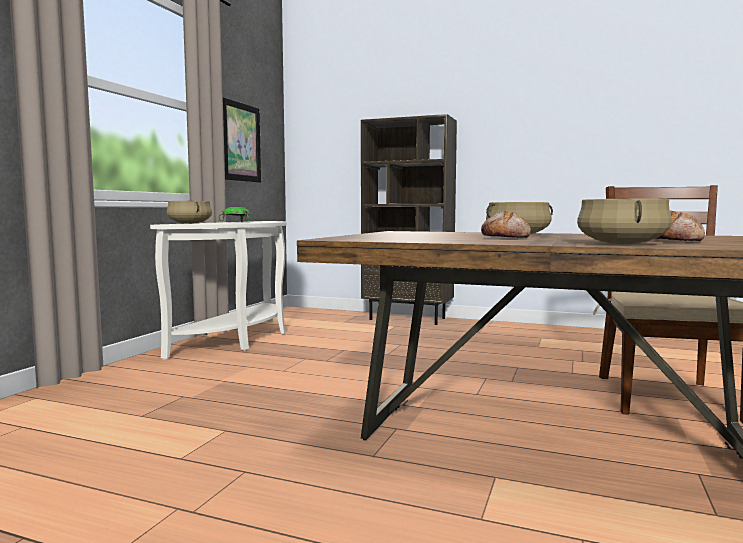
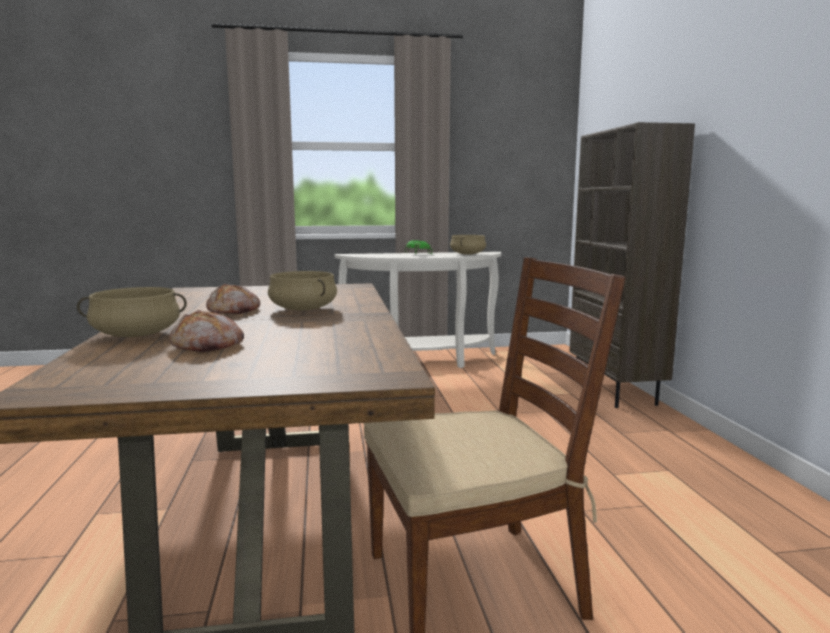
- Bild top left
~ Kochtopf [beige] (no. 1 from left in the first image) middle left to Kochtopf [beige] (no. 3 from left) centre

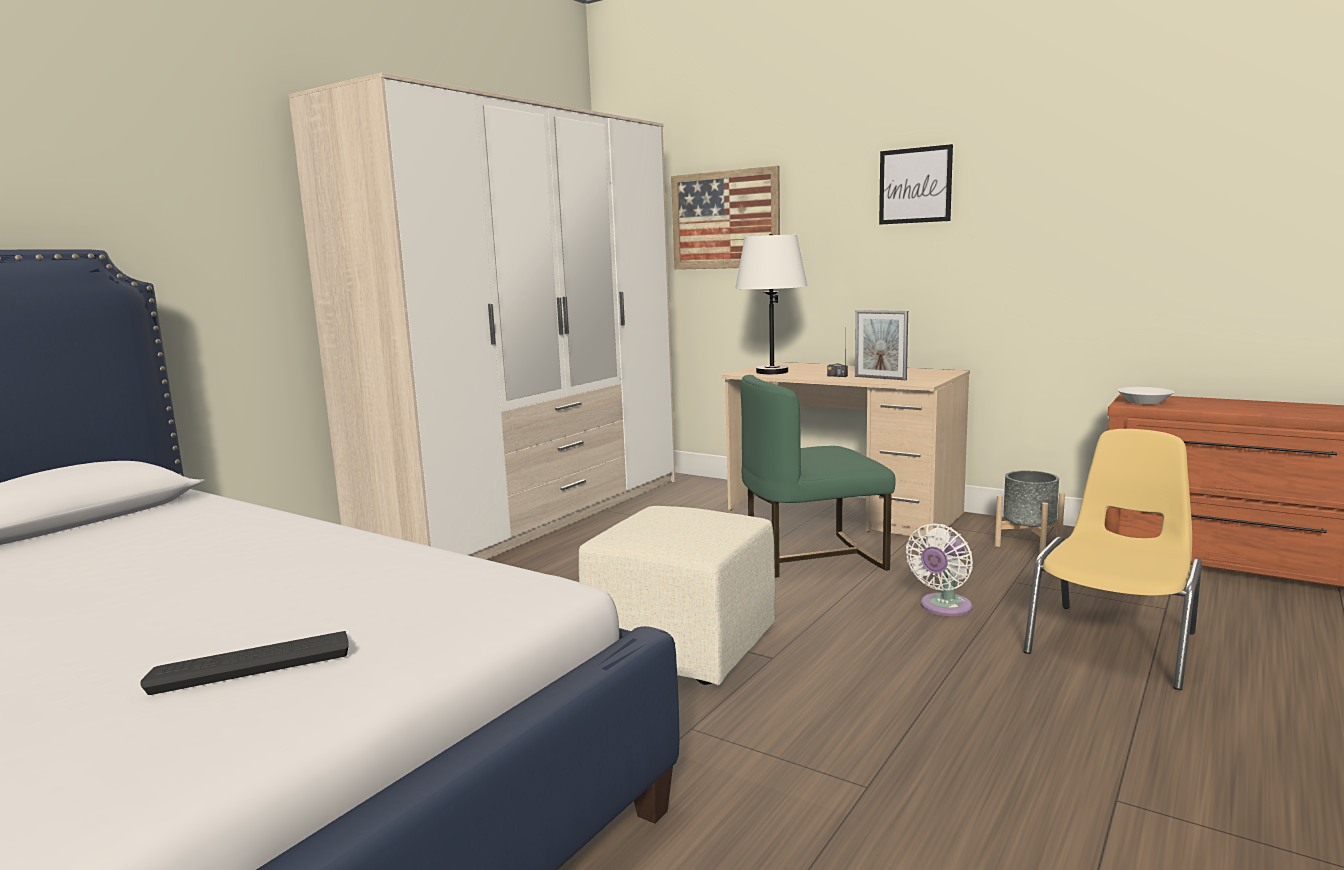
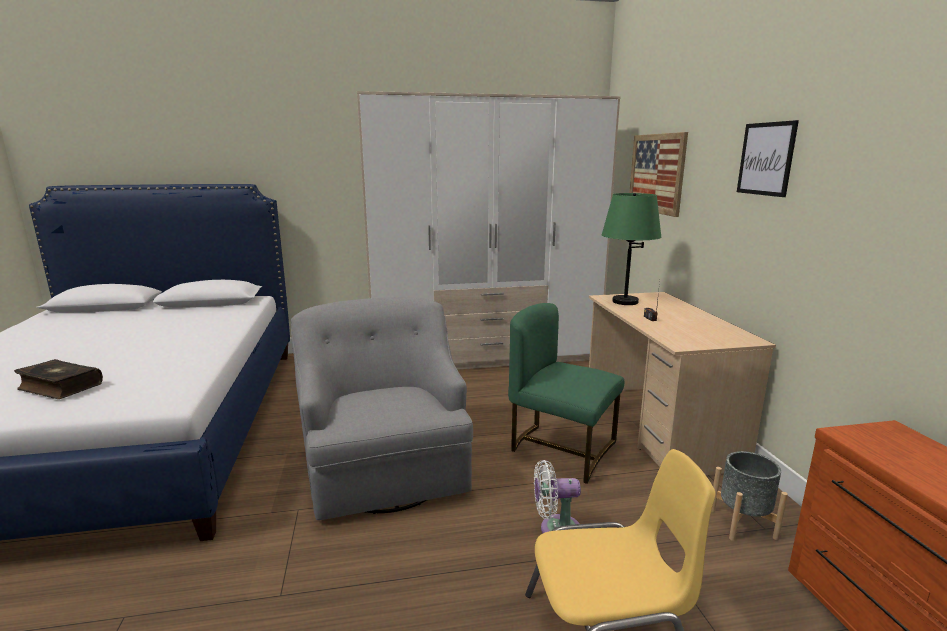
- Bilderrahmen centre
- Schüssel [weiß] middle right
~ Tastatur bottom left to Buch middle left
~ Polsterhocker [beige] bottom centre to Sessel [grau] centre
~ Tischlampe [weiß] centre to Tischlampe [grün] centre

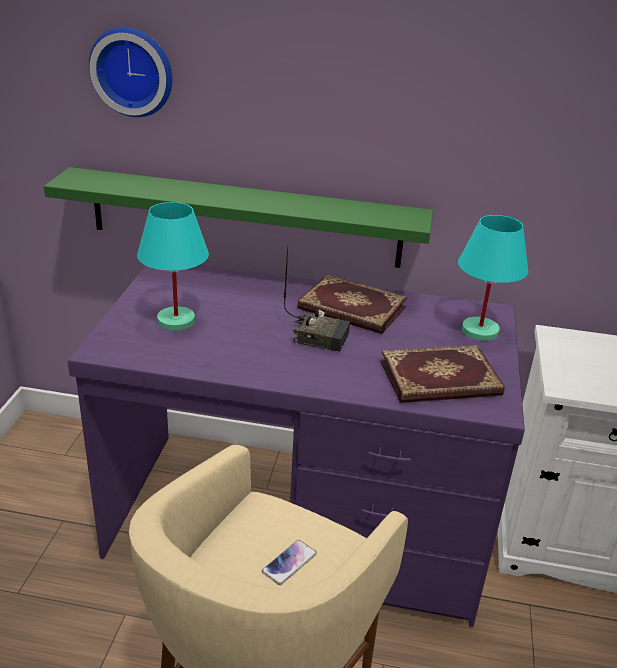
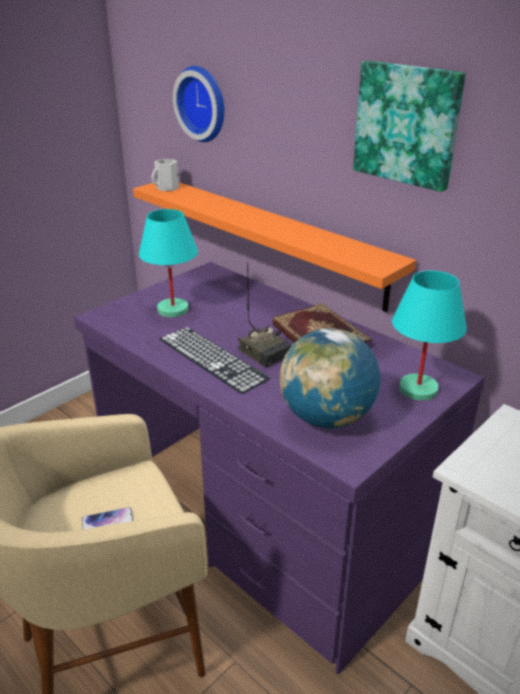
+ Henkelbecher [weiß] top left
+ Tastatur centre
+ Bild top right
~ Buch (no. 2 from left) middle right to Globus centre
~ Wandregal [grün] top centre to Wandregal [orange] centre

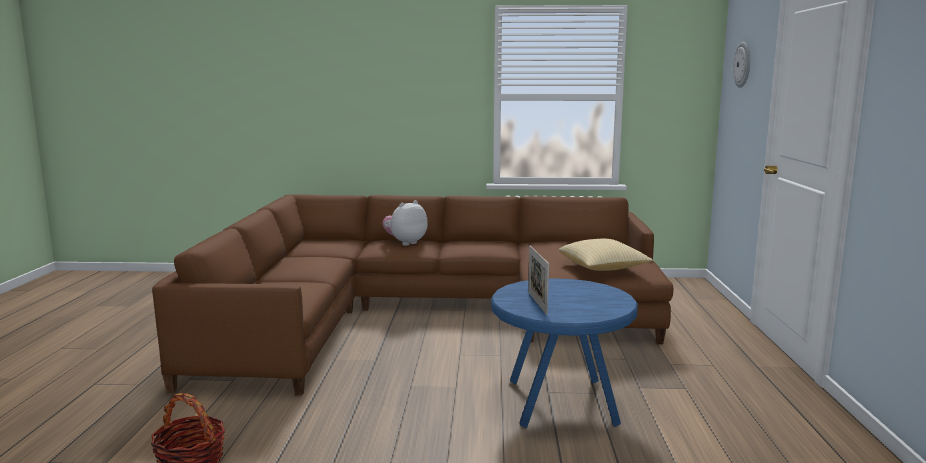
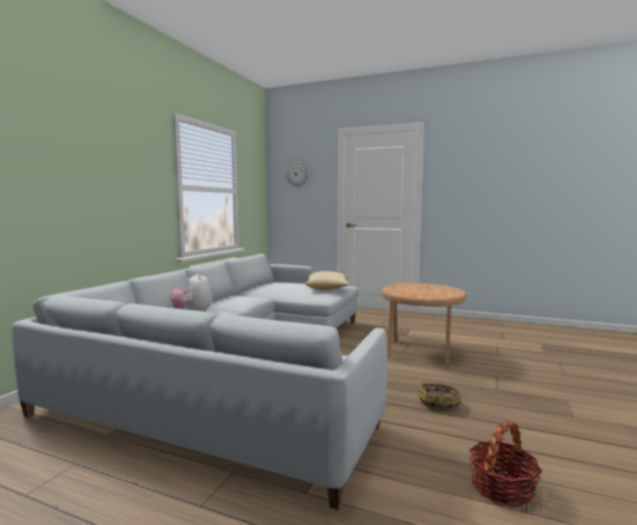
- Bilderrahmen centre
+ Korb (no. 1 from left) bottom right
~ Sofa [braun] centre to Sofa [grau] bottom left
~ Beistelltisch [blau] bottom centre to Beistelltisch [braun] centre

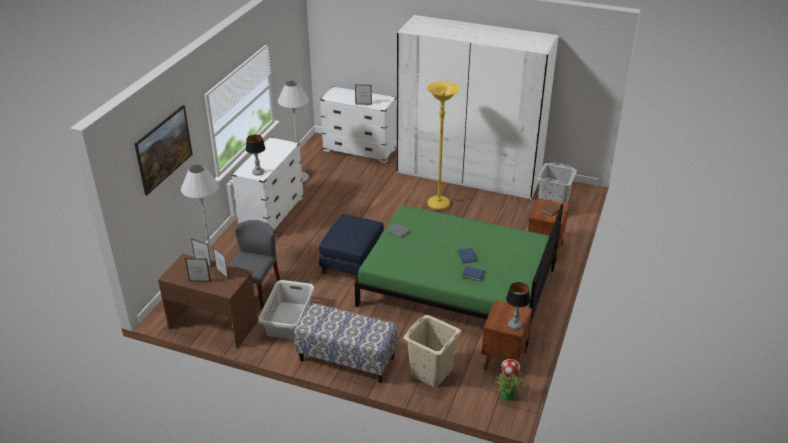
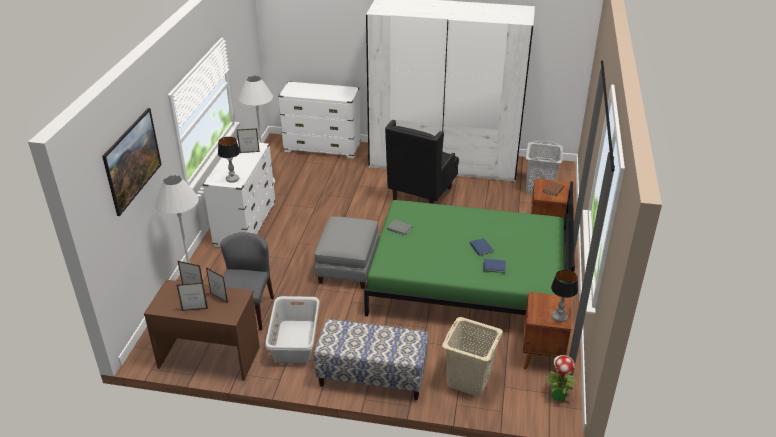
~ Bilderrahmen (no. 4 from left) top centre to top left
~ Stehlampe [gelb] top centre to Sessel [schwarz] centre
~ Polsterhocker [blau] centre to Polsterhocker [grau] centre

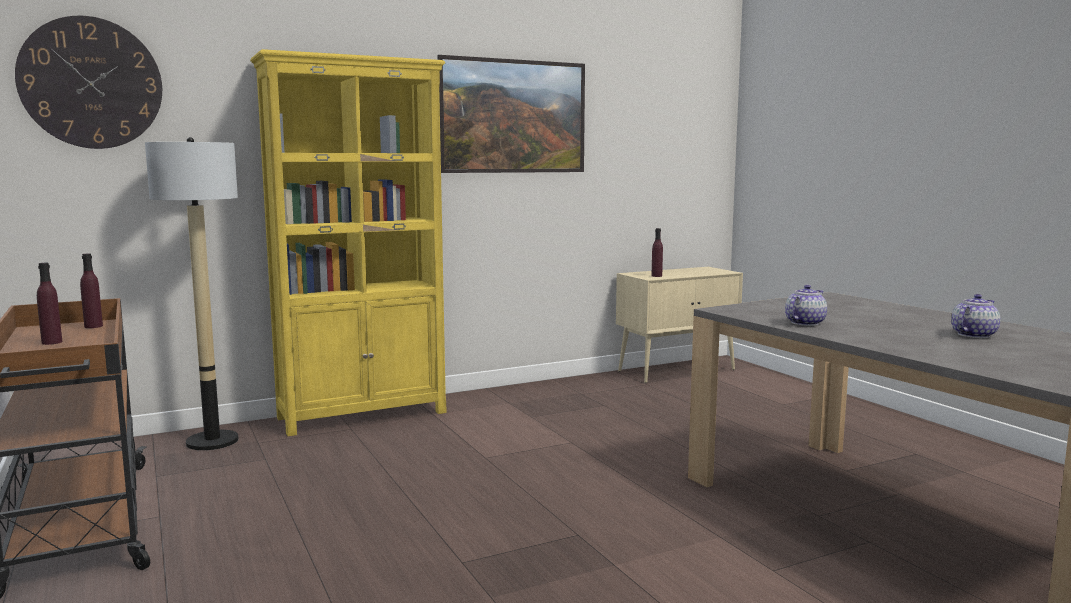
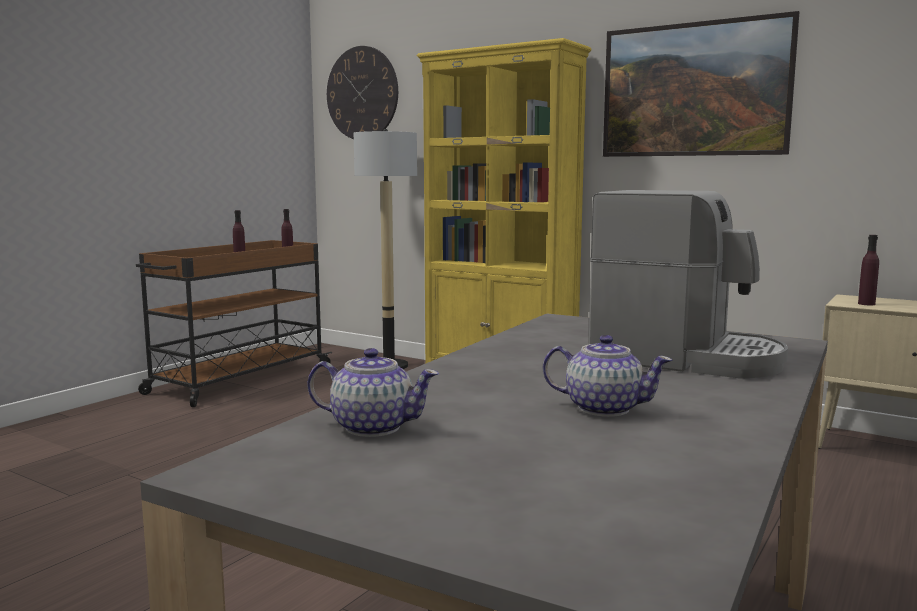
+ Kaffeemaschine middle right
~ Teekanne (no. 1 from left) middle right to centre

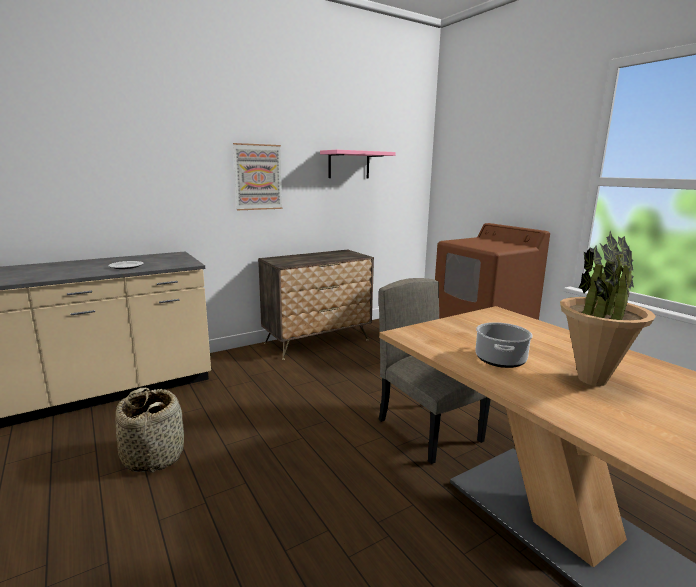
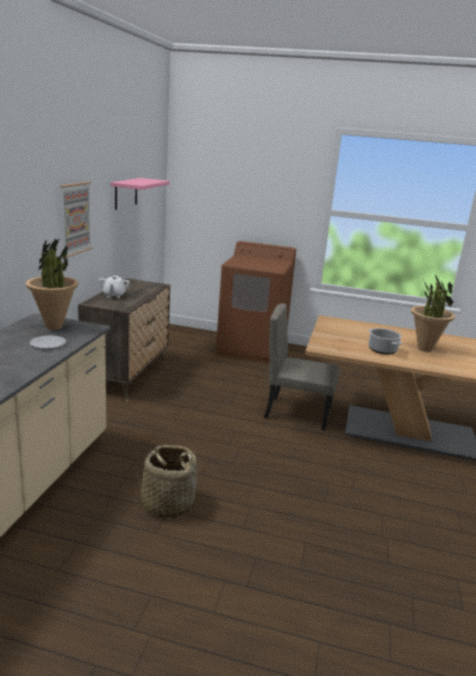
+ Topfpflanze (no. 1 from left) middle left
+ Teekanne [weiß] middle left

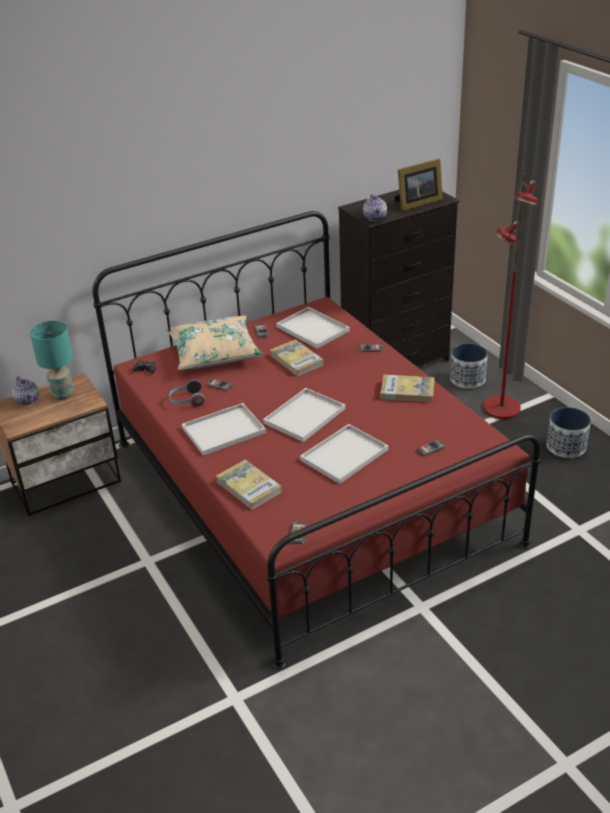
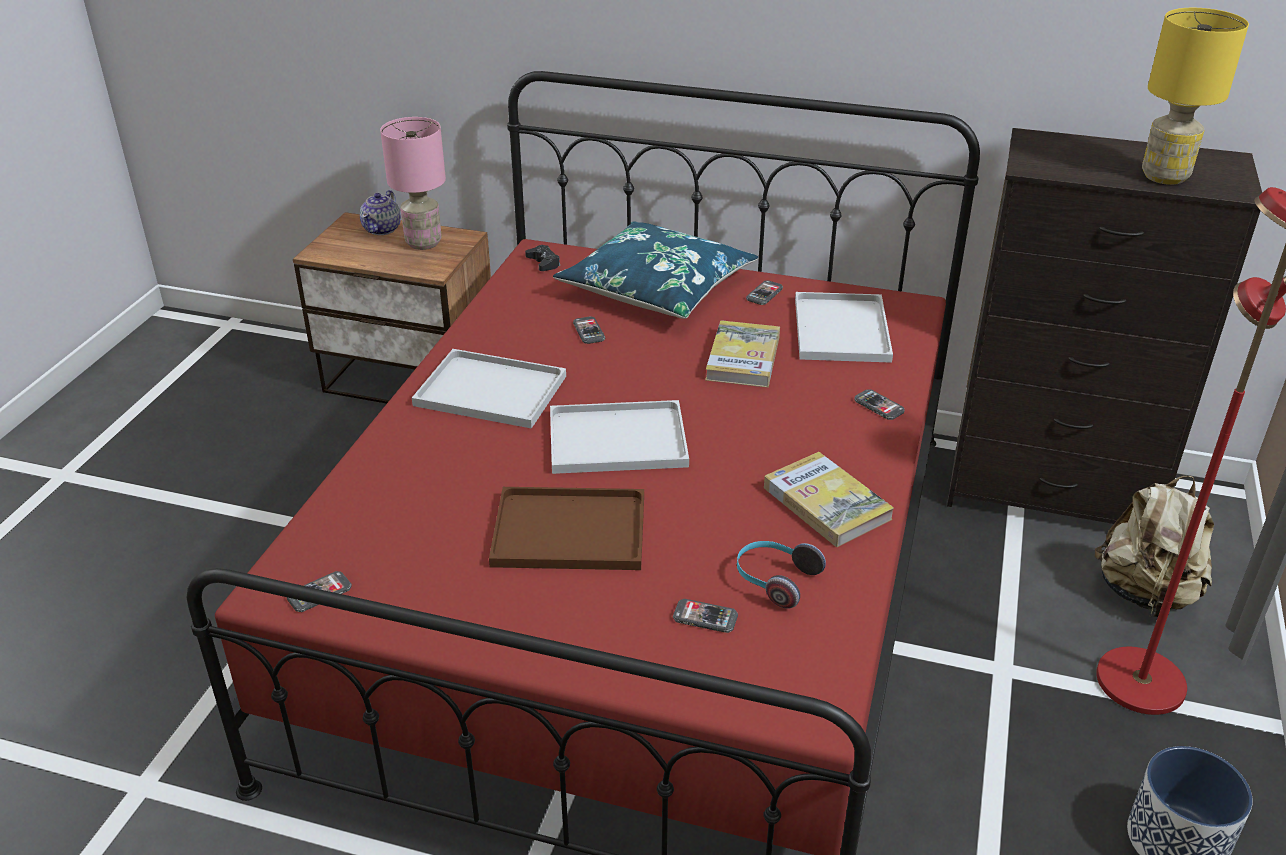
- Buch (no. 1 from left) centre
- Teekanne (no. 2 from left) top centre
~ Kopfhörer middle left to bottom centre
~ Bilderrahmen top right to Tischlampe [gelb] top right
~ Pflanzkübel (no. 1 from left) middle right to Rucksack [beige] middle right
~ Tischlampe [türkis] middle left to Tischlampe [rosa] top left
~ Kissen [beige] centre to Kissen [blau] top centre
~ Tablett [weiß] (no. 4 from left) centre to Tablett [braun] centre

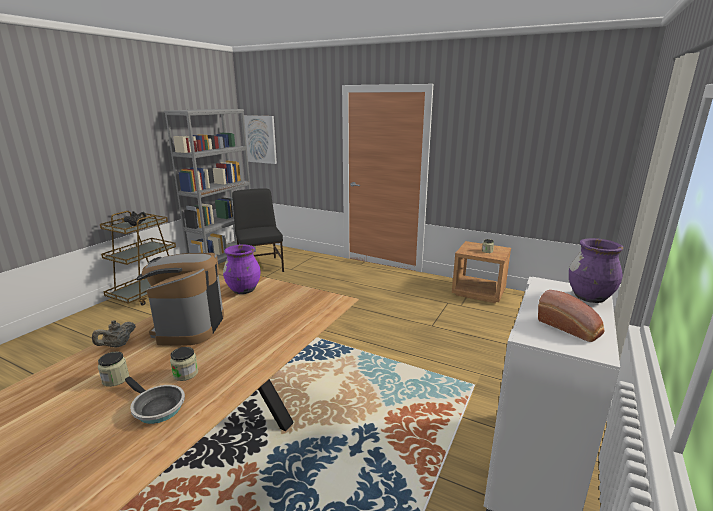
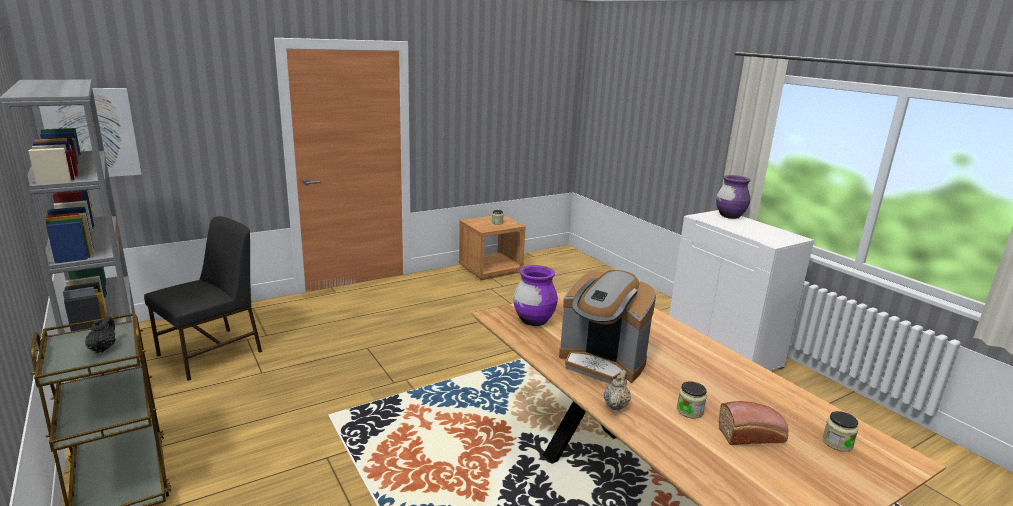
- Pfanne bottom left
~ Vorratsglas (no. 2 from left in the first image) bottom left to Vorratsglas (no. 3 from left) bottom right
~ Brot middle right to bottom right
~ Teekanne [beige] middle left = bottom centre 135 degrees counterclockwise
~ Stuhl [schwarz] centre = middle left 120 degrees clockwise

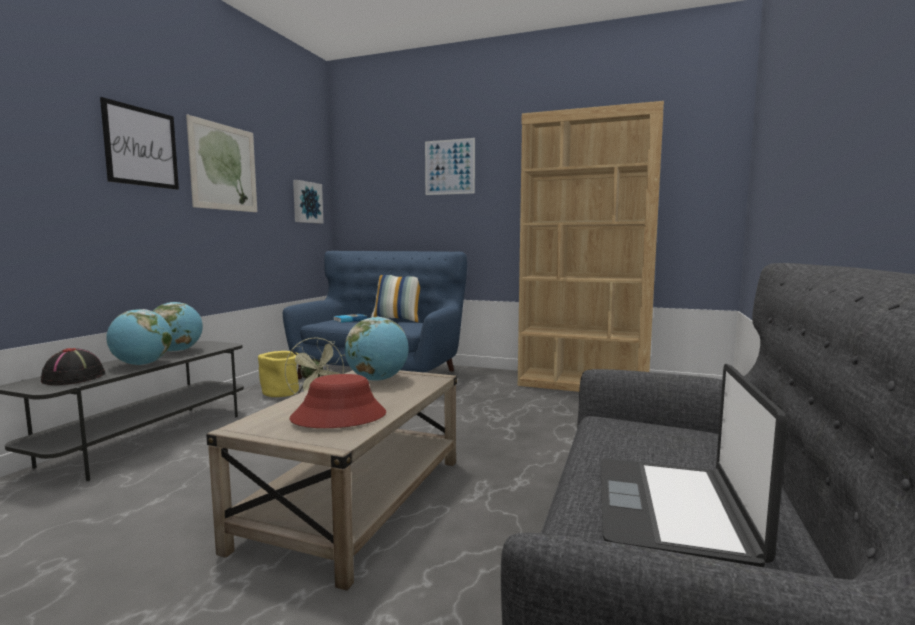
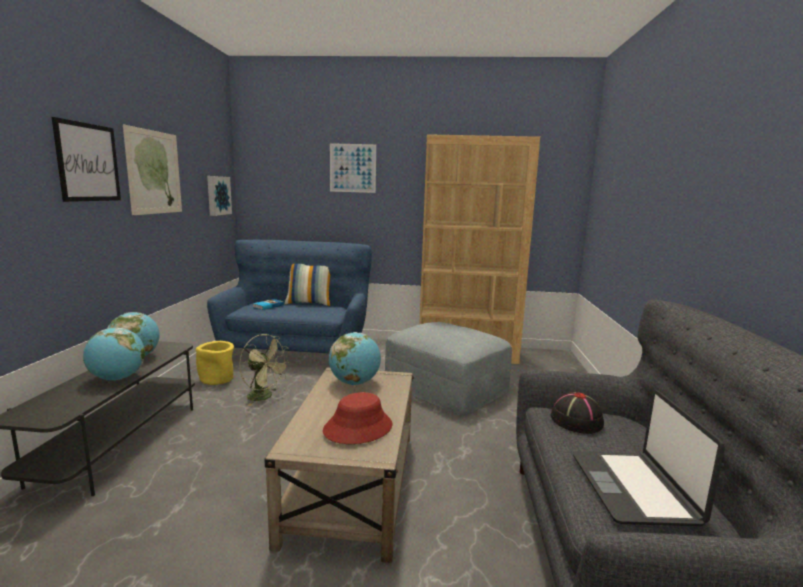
+ Polsterhocker [grau] centre
~ Hut [schwarz] middle left to bottom right

